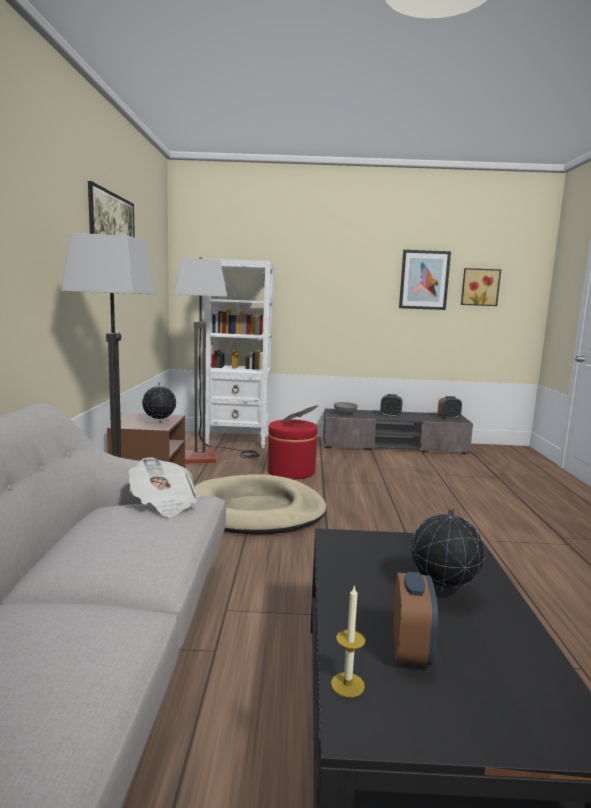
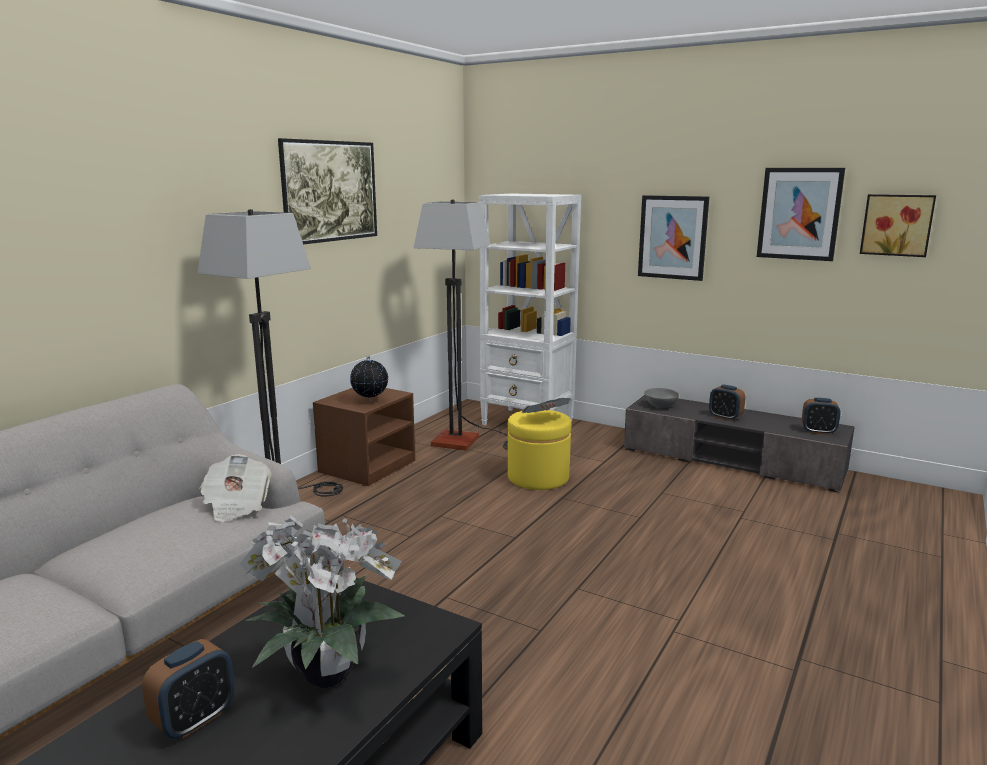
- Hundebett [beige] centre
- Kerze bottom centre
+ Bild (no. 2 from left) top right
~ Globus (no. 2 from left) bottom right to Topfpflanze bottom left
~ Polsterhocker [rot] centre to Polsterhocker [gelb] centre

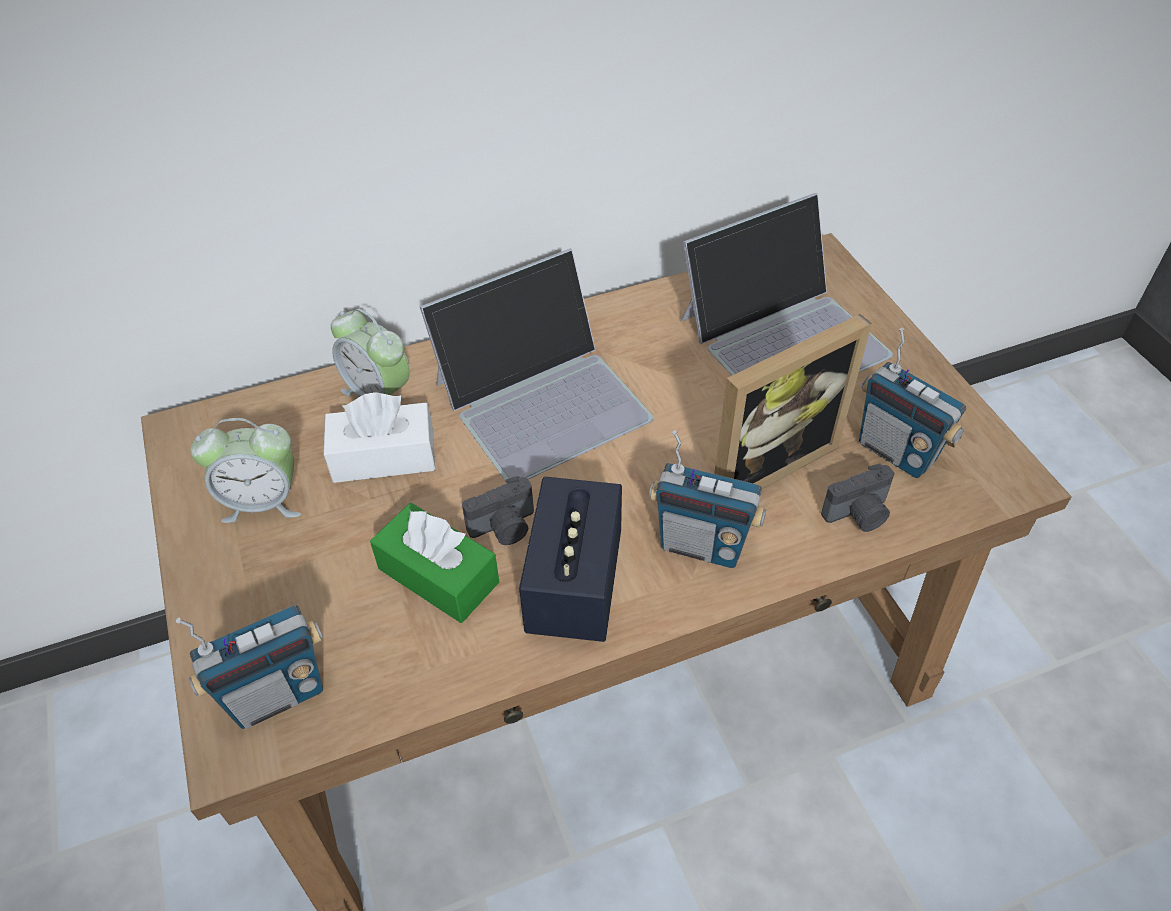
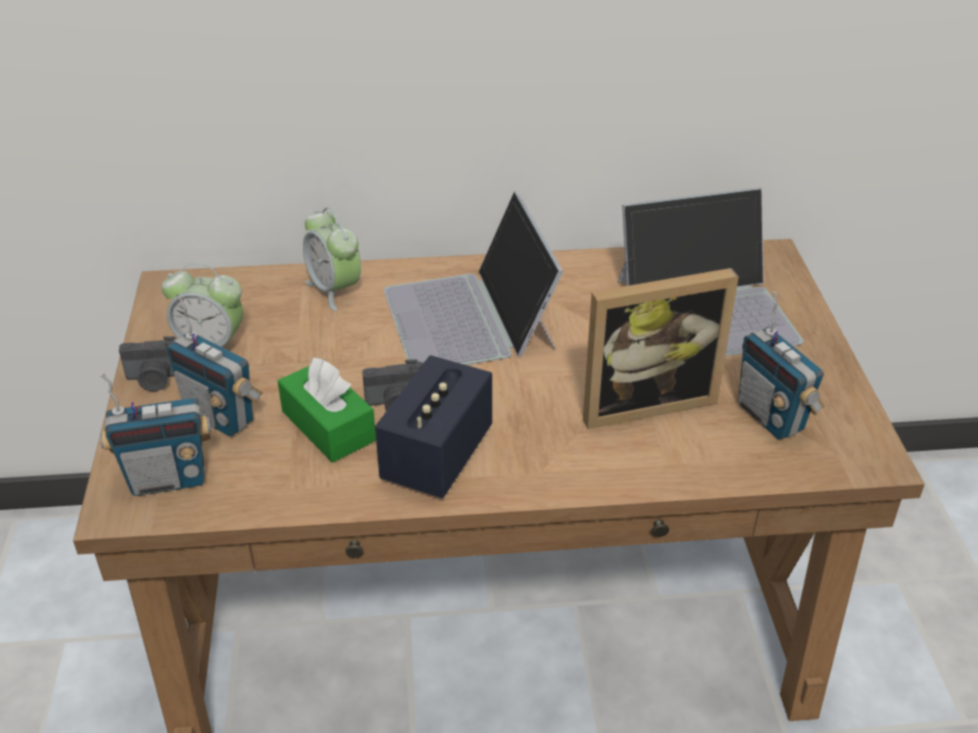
- Taschentuchbox [weiß] middle left
~ Radio (no. 2 from left) centre to middle left
~ Kamera (no. 2 from left in the first image) middle right to Kamera (no. 1 from left) middle left
~ Laptop (no. 1 from left) centre = centre 90 degrees clockwise

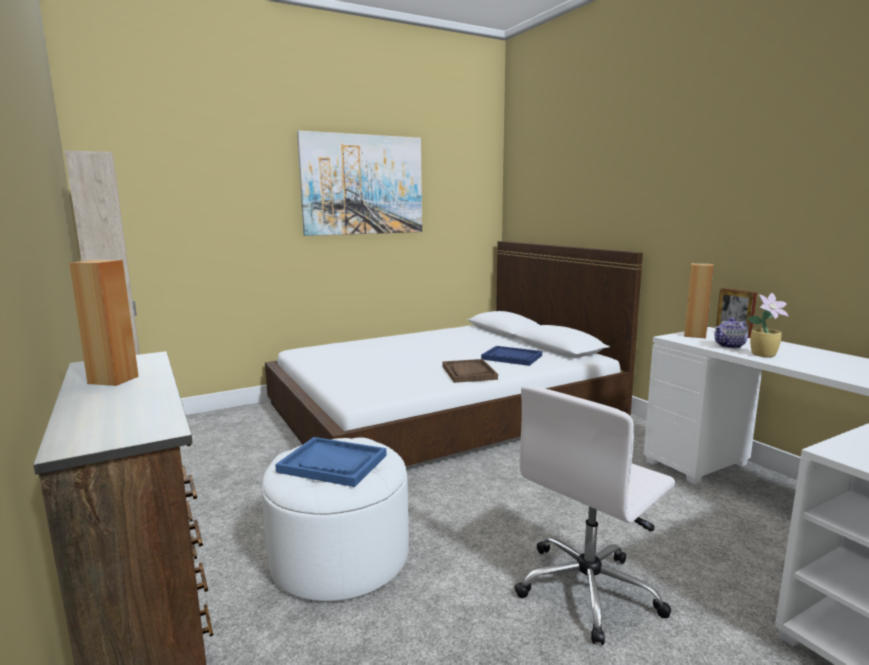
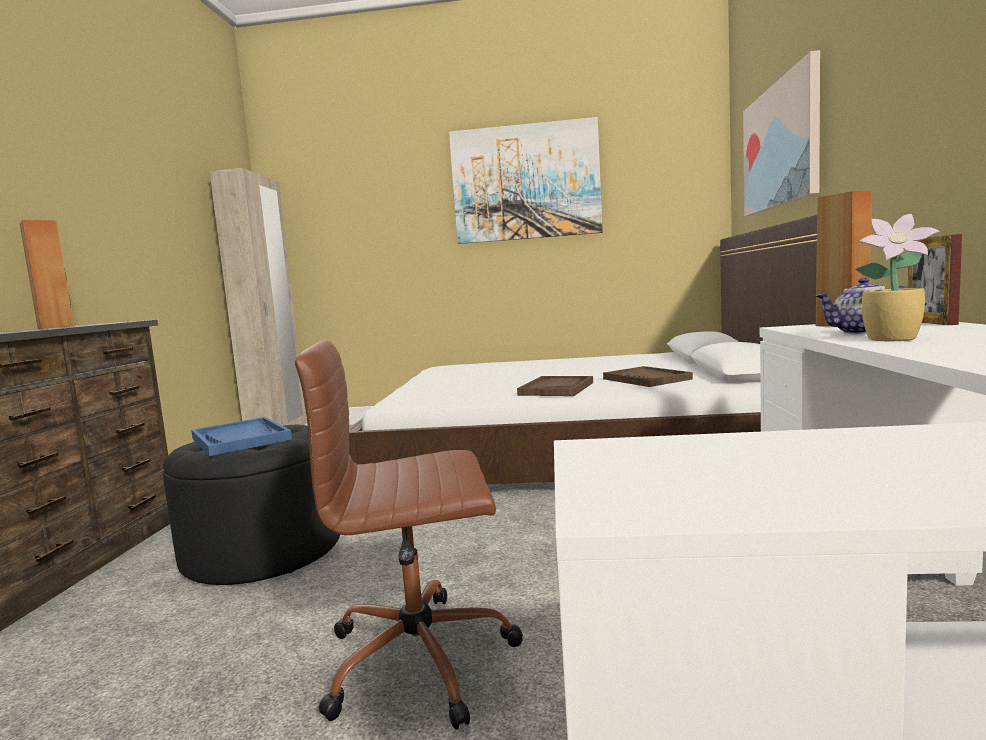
+ Bild (no. 2 from left) top right
~ Polsterhocker [weiß] bottom centre to Polsterhocker [schwarz] bottom left
~ Tablett [blau] (no. 2 from left) centre to Tablett [braun] (no. 2 from left) centre
~ Bürostuhl [weiß] bottom right to Bürostuhl [braun] bottom centre

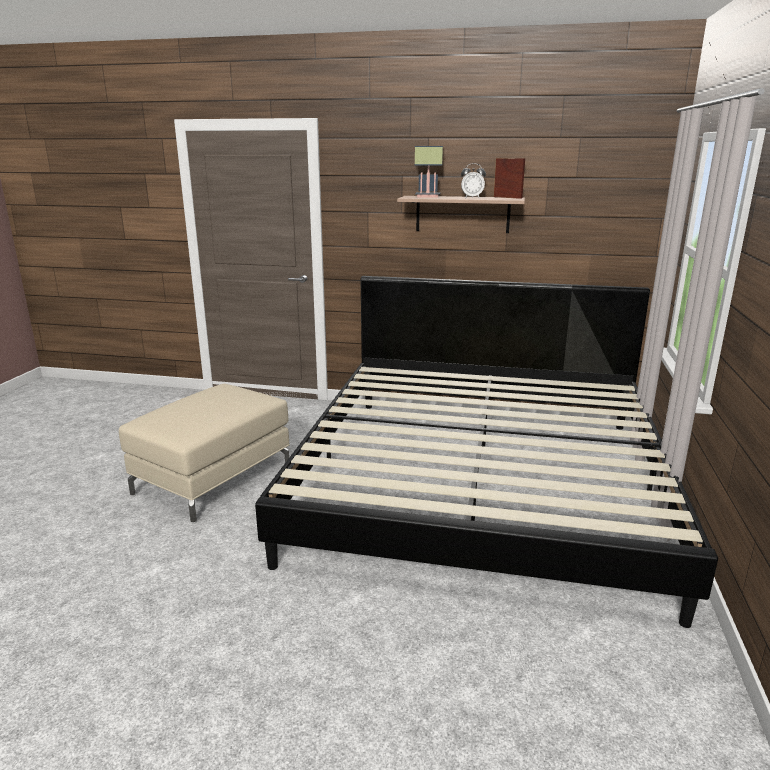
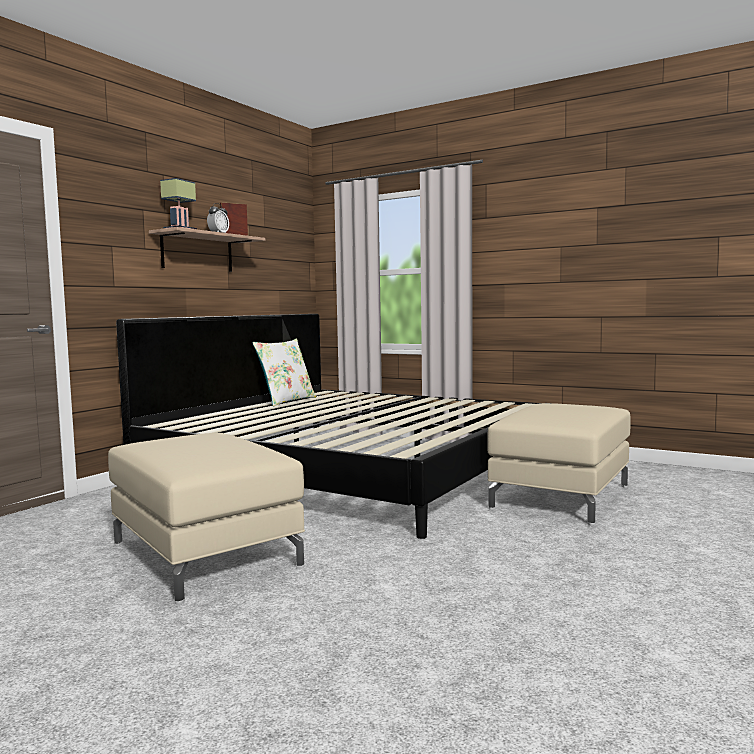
+ Kissen [weiß] centre
+ Polsterhocker [beige] (no. 2 from left) middle right

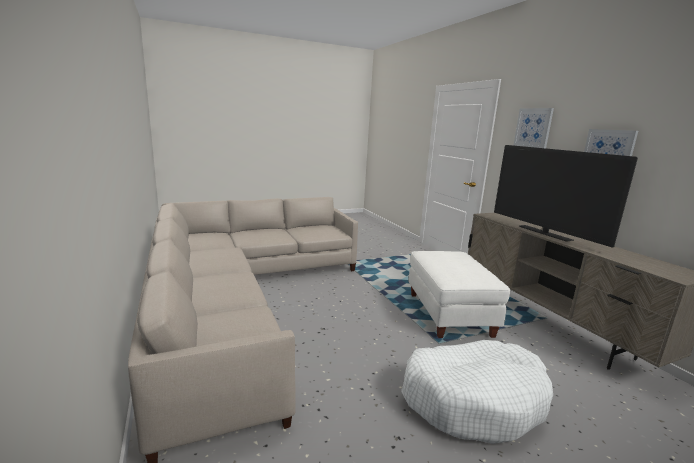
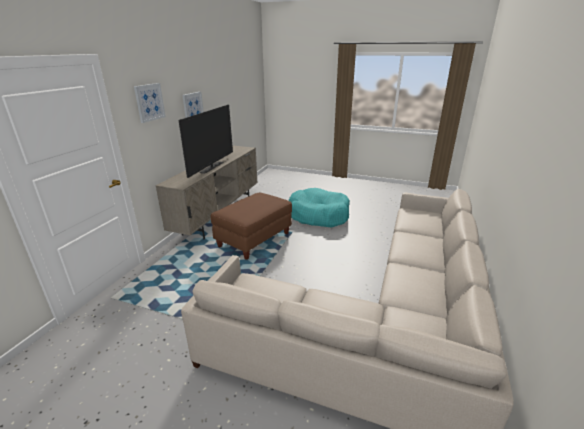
~ Hundebett [weiß] bottom right to Hundebett [türkis] centre
~ Polsterhocker [weiß] centre to Polsterhocker [braun] centre

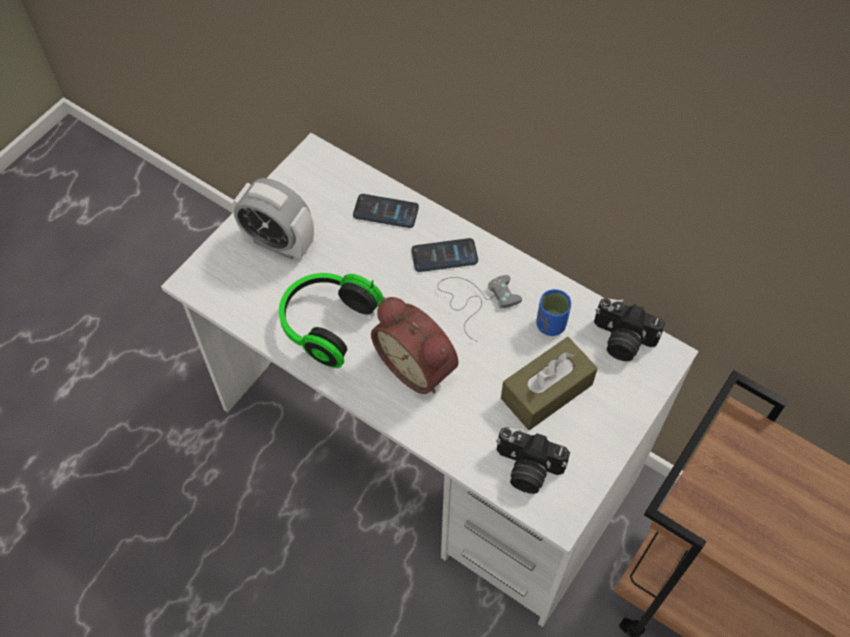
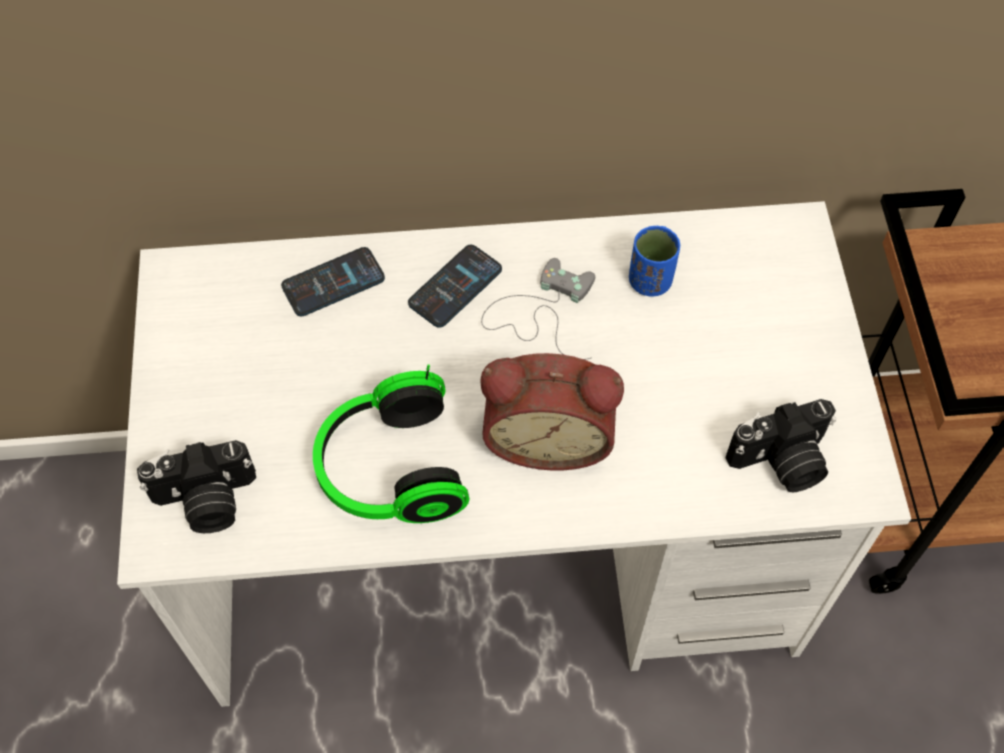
- Wecker (no. 1 from left) middle left
- Taschentuchbox [braun] centre
~ Kamera (no. 2 from left in the first image) middle right to Kamera (no. 1 from left) middle left

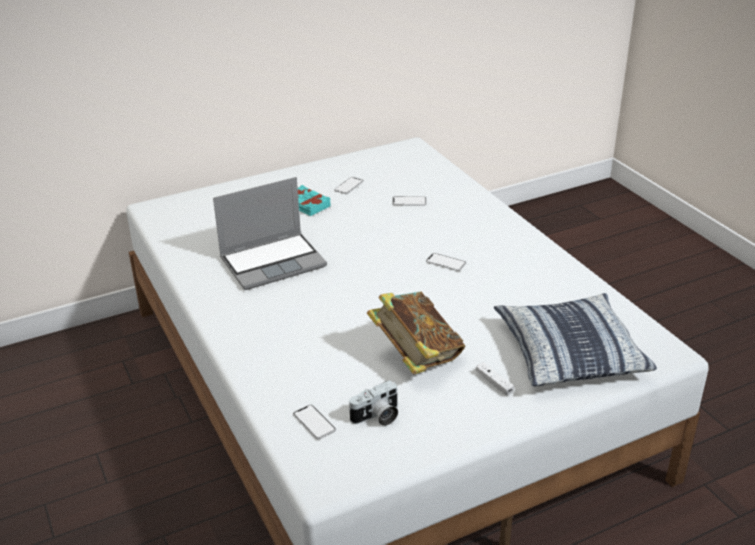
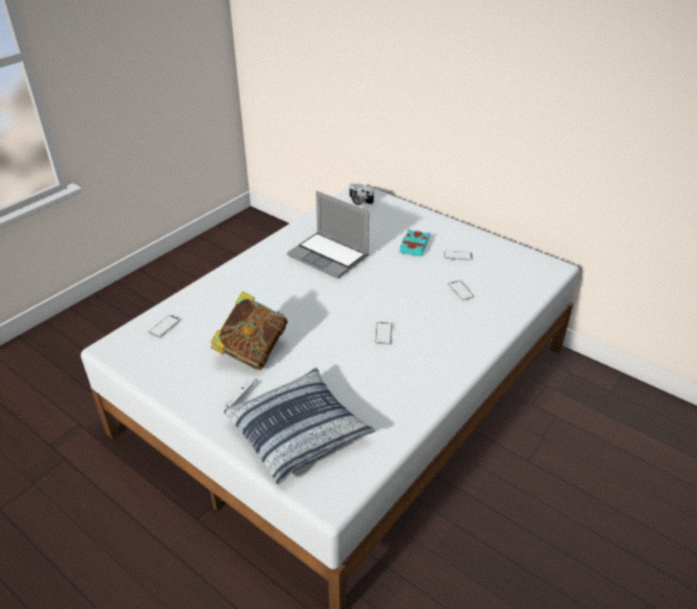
~ Kamera bottom centre to top centre

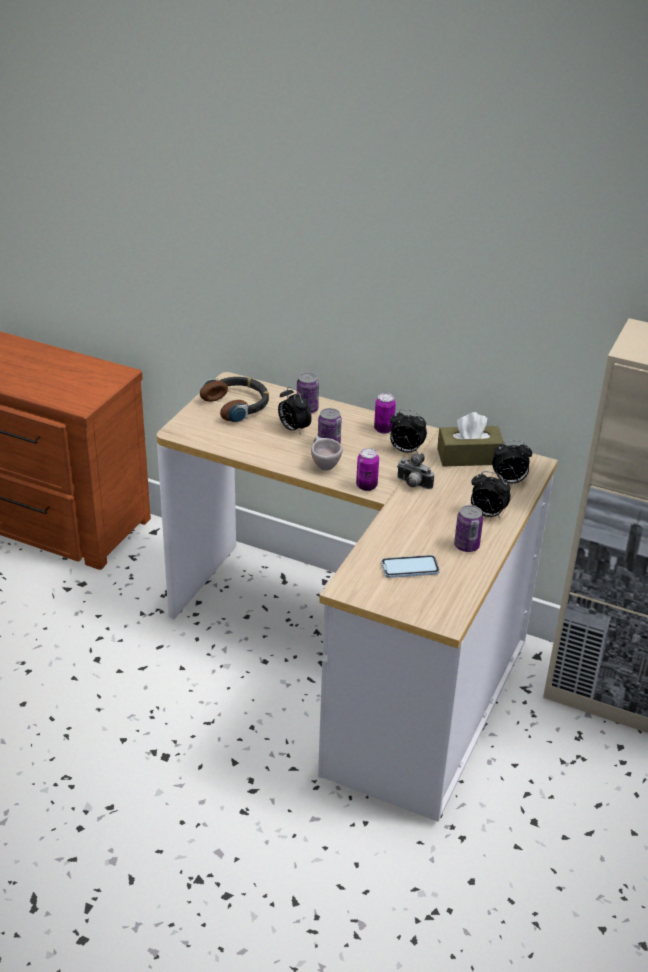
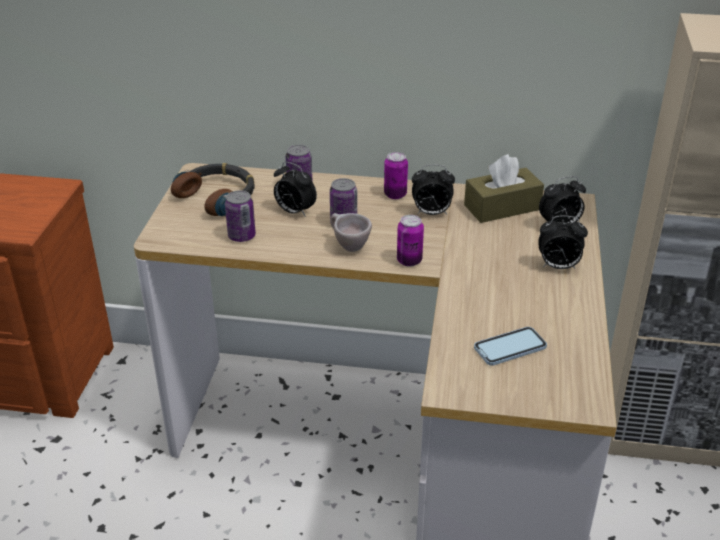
- Kamera centre
~ Dose (no. 5 from left in the first image) middle right to Dose (no. 1 from left) centre

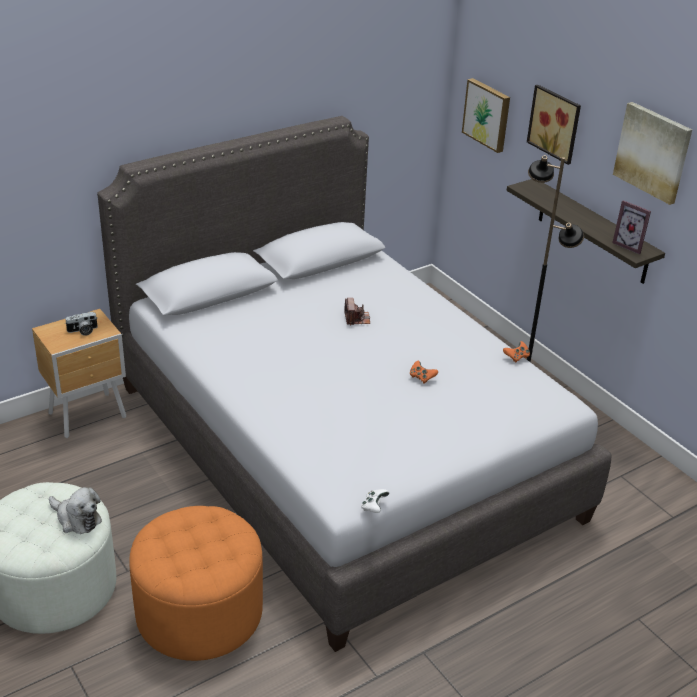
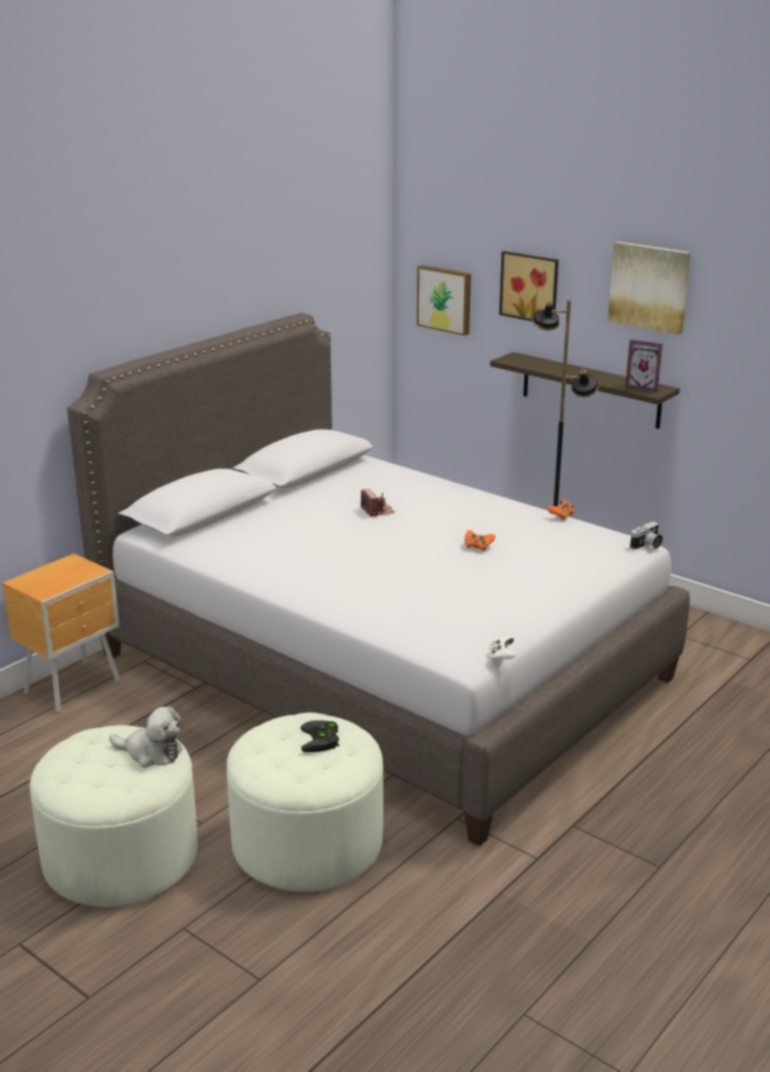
+ Gamepad [schwarz] bottom centre
~ Kamera (no. 1 from left in the first image) middle left to Kamera (no. 2 from left) middle right
~ Polsterhocker [orange] bottom left to Polsterhocker [weiß] (no. 2 from left) bottom centre

